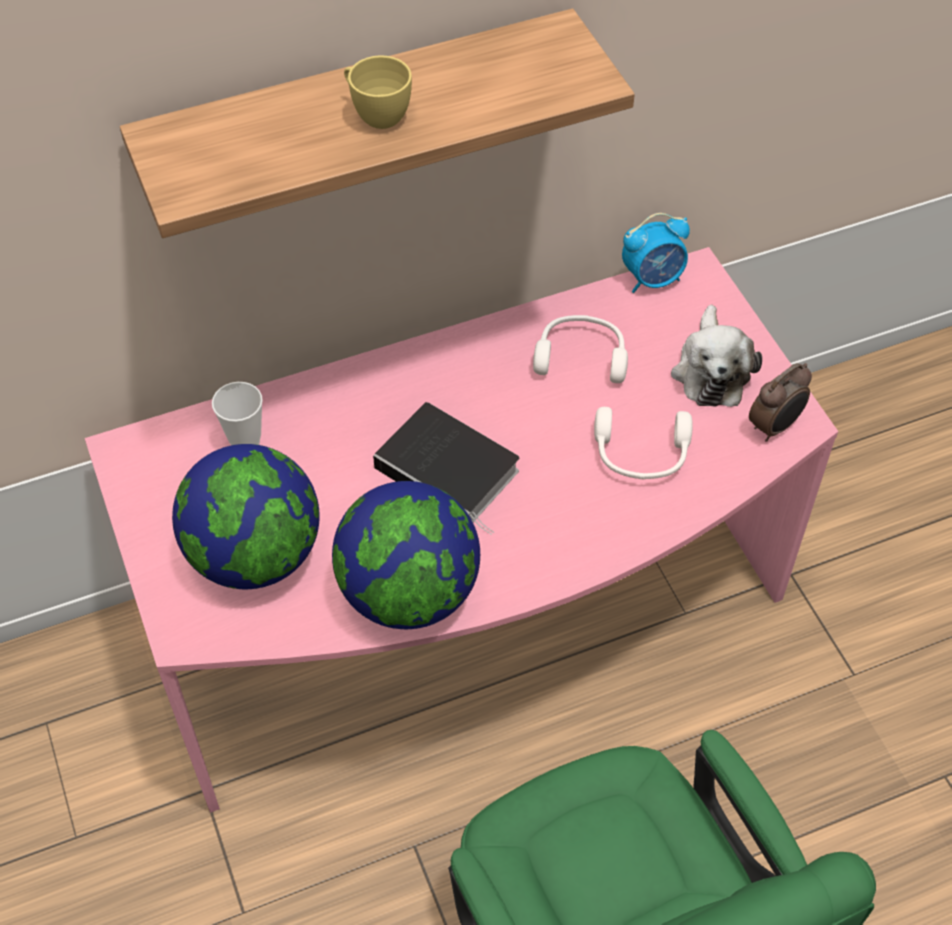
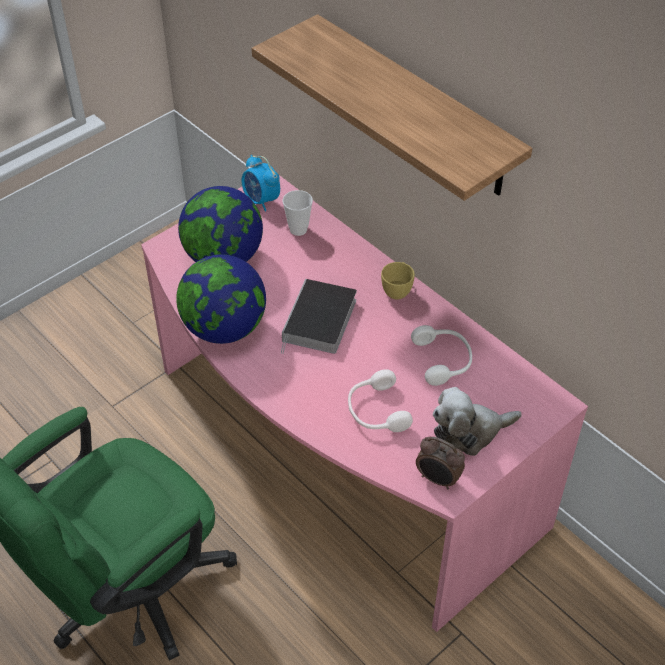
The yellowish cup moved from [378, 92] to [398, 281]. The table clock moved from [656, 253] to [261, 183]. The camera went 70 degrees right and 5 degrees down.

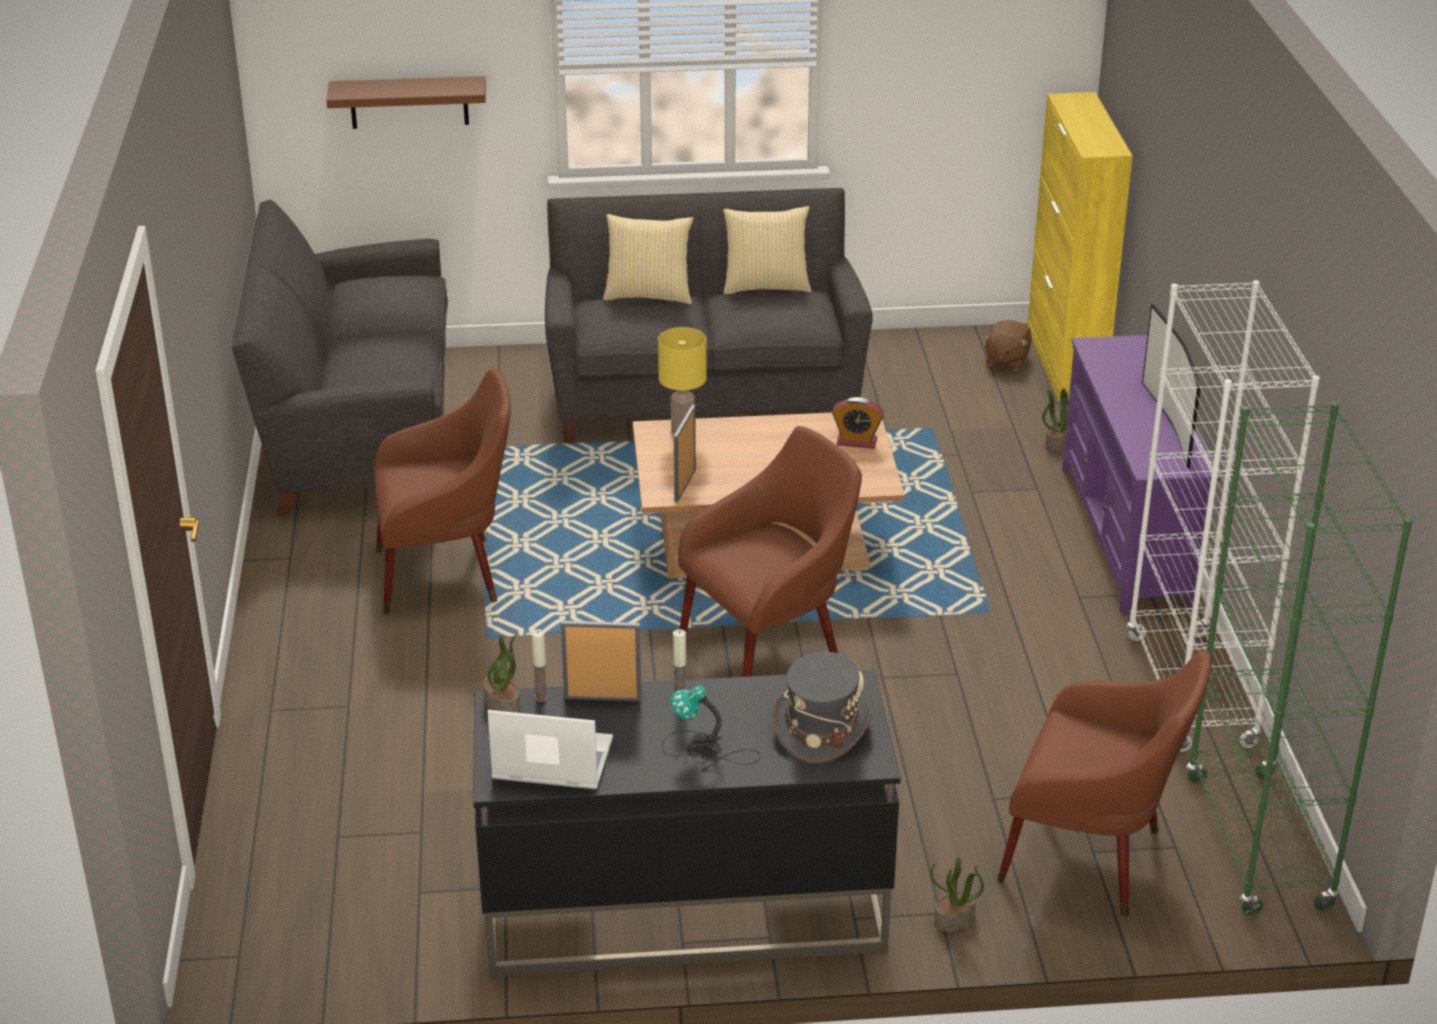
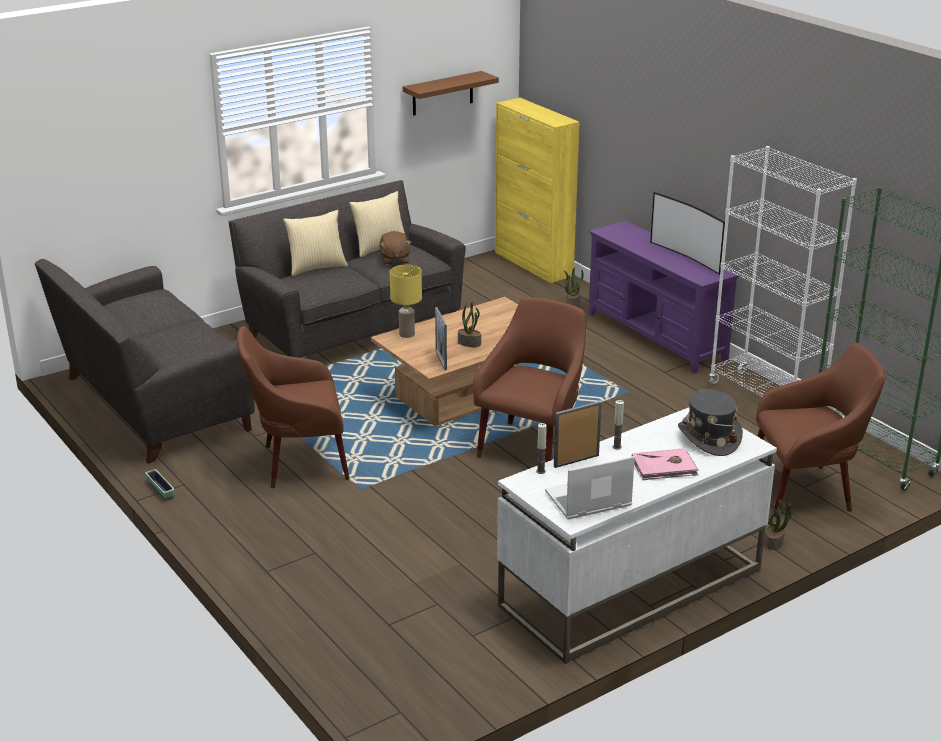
The brownish wall shelf moved from [406, 102] to [451, 93]. The brownish armchair at [442, 491] turned 150 degrees counterclockwise. The blackish desk unit at [687, 824] became the white desk unit at [637, 535]. The plant in a pot moved from [502, 672] to [469, 324]. The lamp for a table at [711, 729] was replaced by the pink volume at [665, 464]. The table clock at [858, 423] disappeared. The brownish cuddly toy moved from [1007, 345] to [396, 248]. The plant pot at [159, 485] appeared. The camera went 30 degrees left and 5 degrees down.

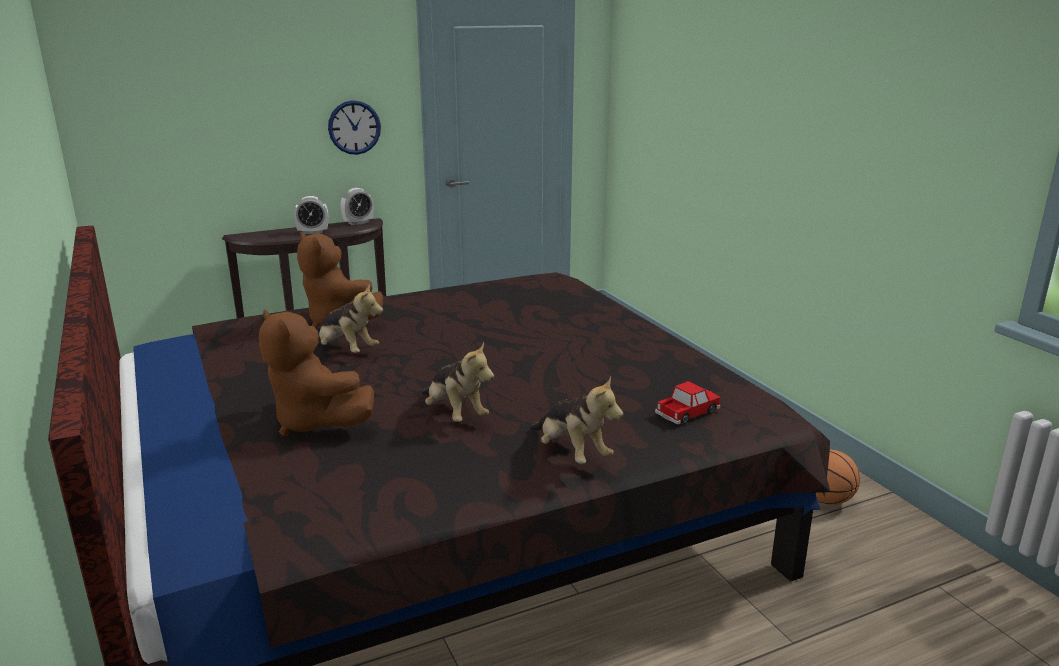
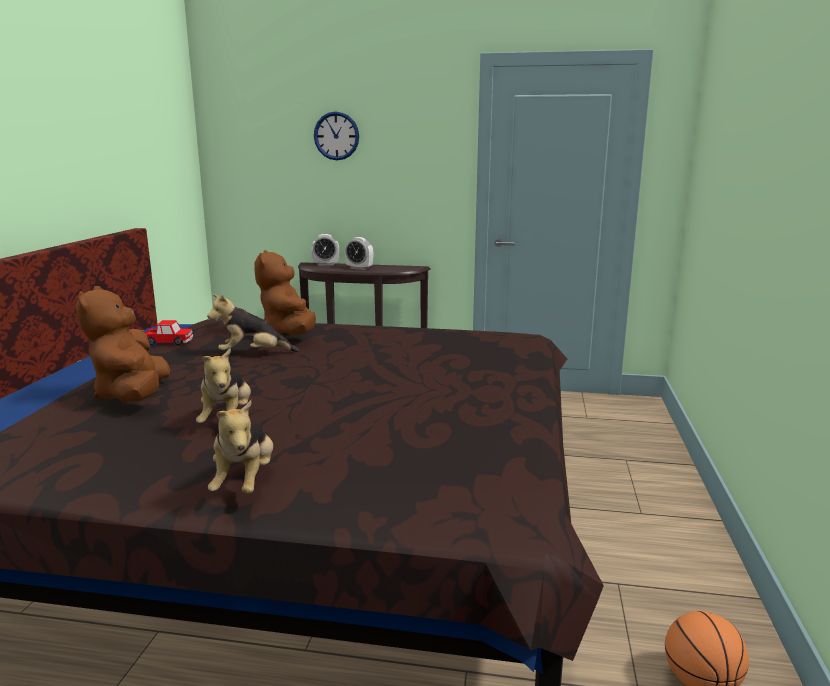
The cuddly toy at [350, 318] turned 105 degrees clockwise. The hanging clock moved from [354, 127] to [336, 135]. The table clock moved from [357, 206] to [325, 249]. The toy car moved from [688, 403] to [169, 332]. The camera went 35 degrees right and 5 degrees down.

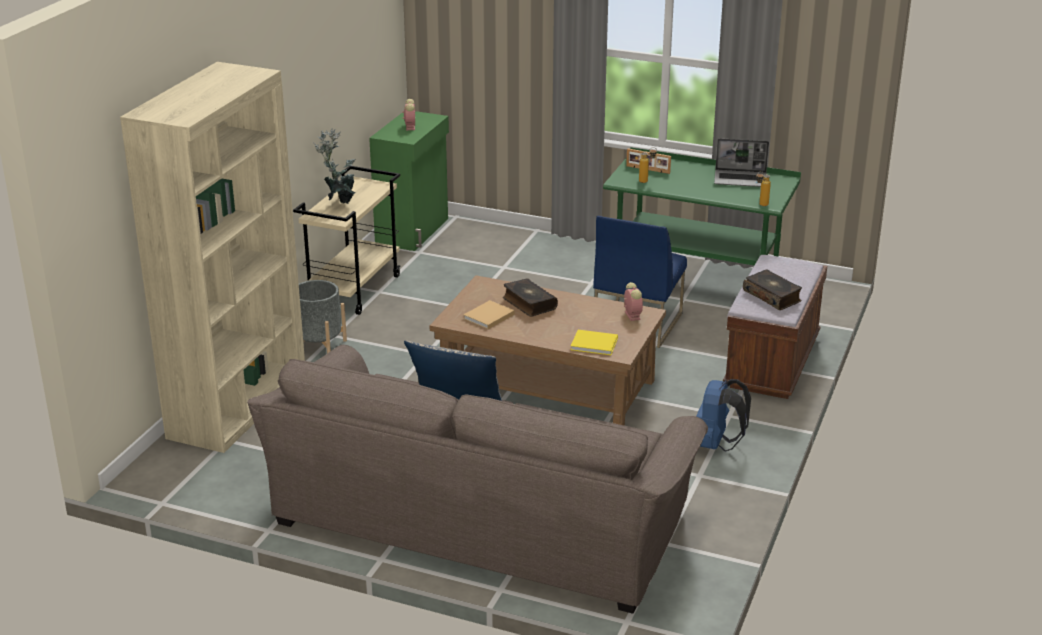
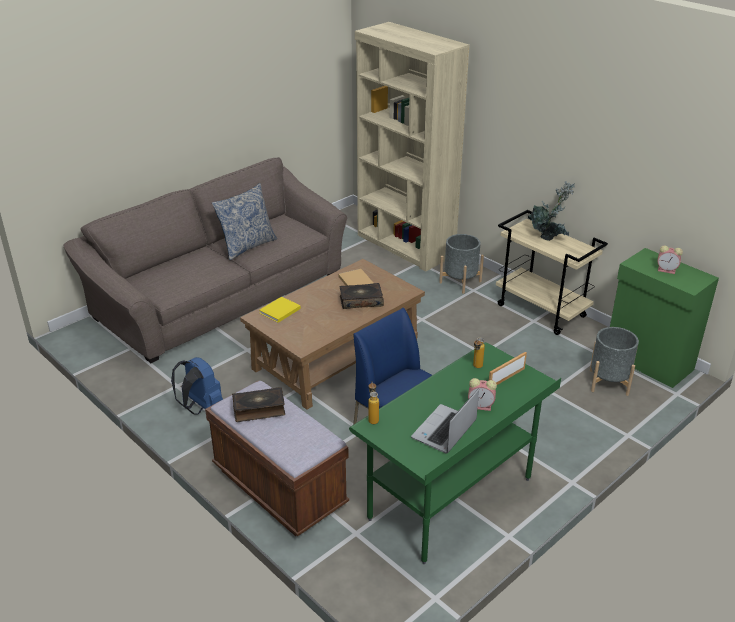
The table clock moved from [633, 301] to [482, 394]. The greyish plant pot at [614, 361] appeared. The camera went 115 degrees right and 5 degrees up.

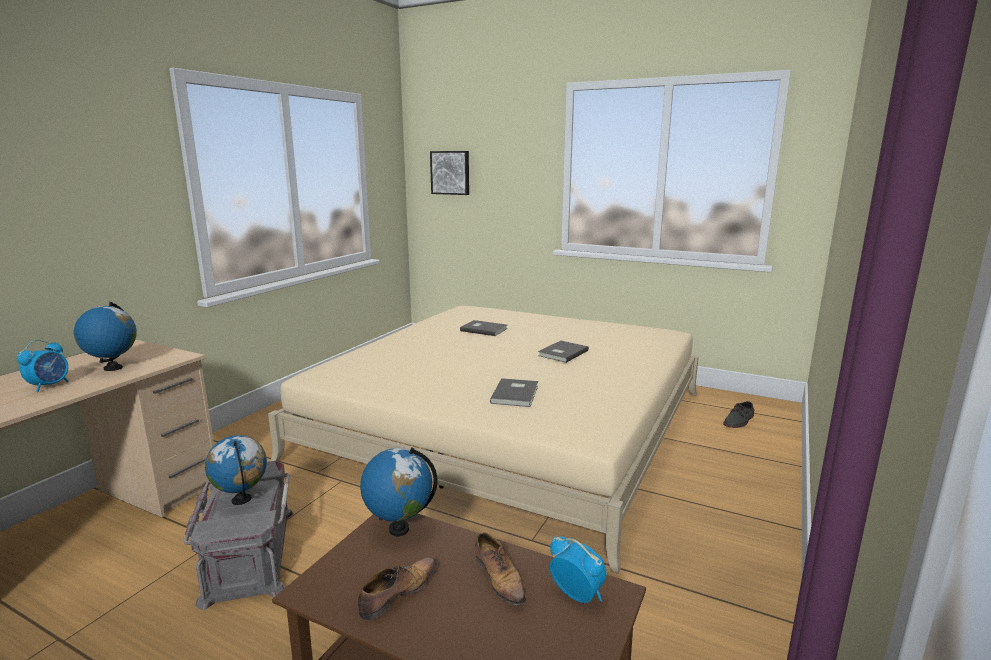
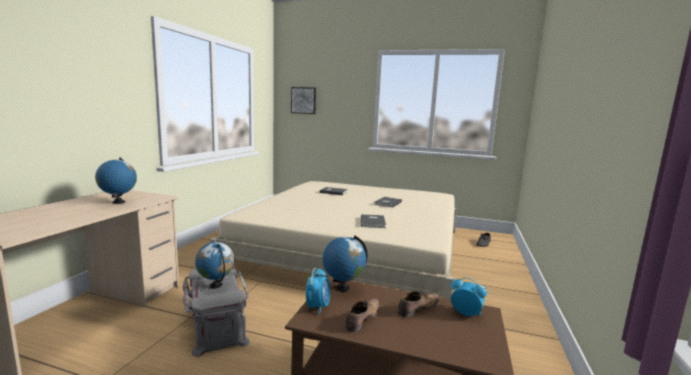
The table clock moved from [43, 366] to [318, 291]. The low shoe at [500, 568] turned 90 degrees counterclockwise. The camera went 10 degrees left and 5 degrees down.

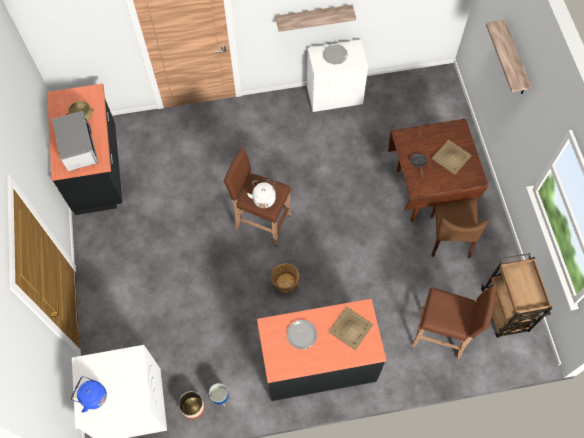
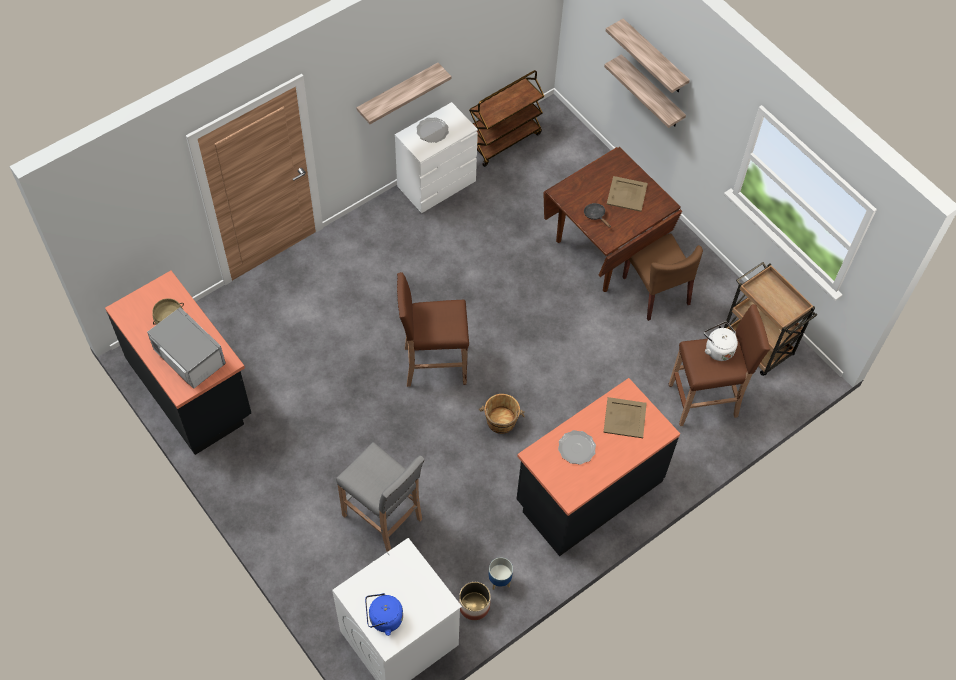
The white kettle moved from [261, 194] to [721, 341]. The greyish sitting stool at [380, 497] appeared. The brownish trolley at [506, 118] appeared. The wall shelf at [645, 91] appeared. The camera went 30 degrees left and 5 degrees down.

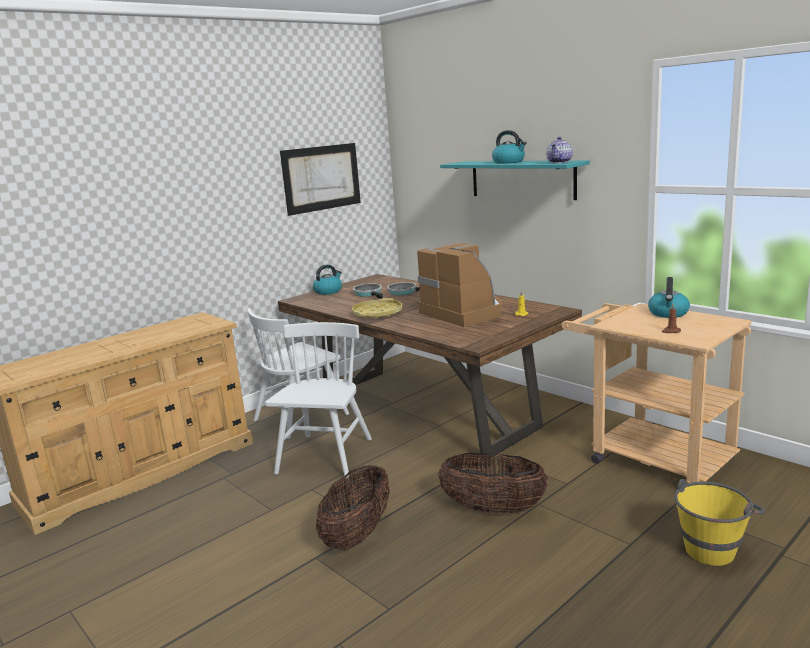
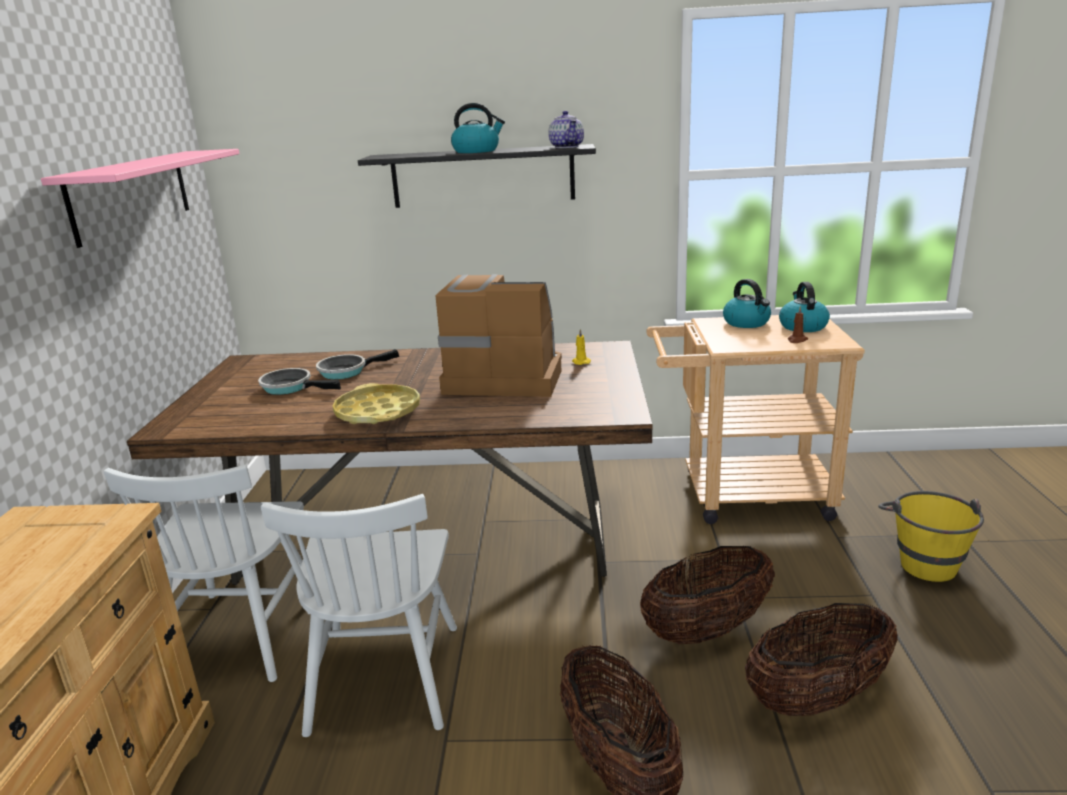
The white upright chair at [318, 400] turned 150 degrees counterclockwise. The picture at [320, 179] was replaced by the pink wall shelf at [140, 198]. The kettle moved from [327, 279] to [804, 307]. The turquoise-coloured wall shelf at [515, 180] became the blackish wall shelf at [477, 176]. The basket at [821, 659] appeared. The camera went 45 degrees left and 5 degrees up.

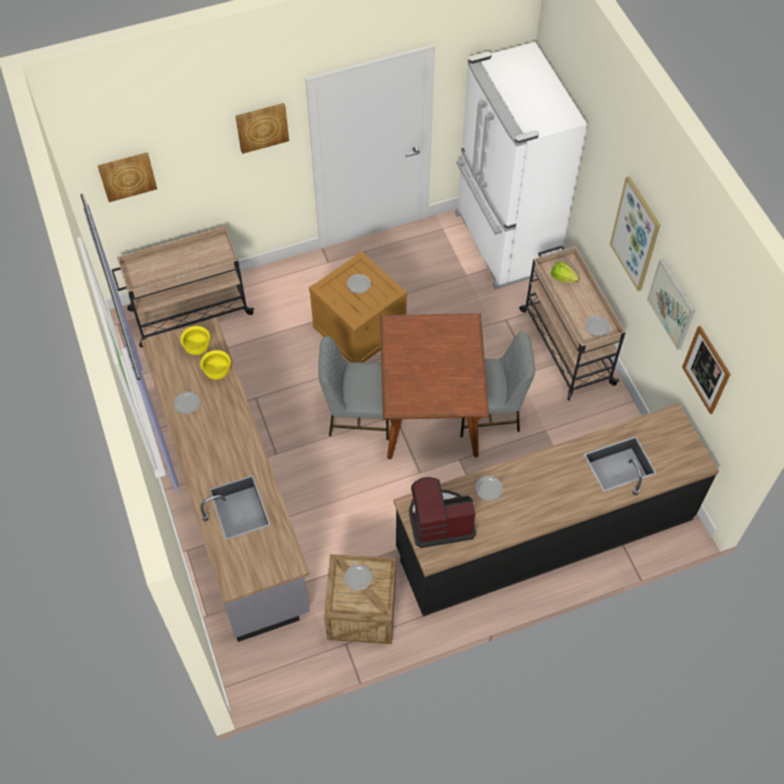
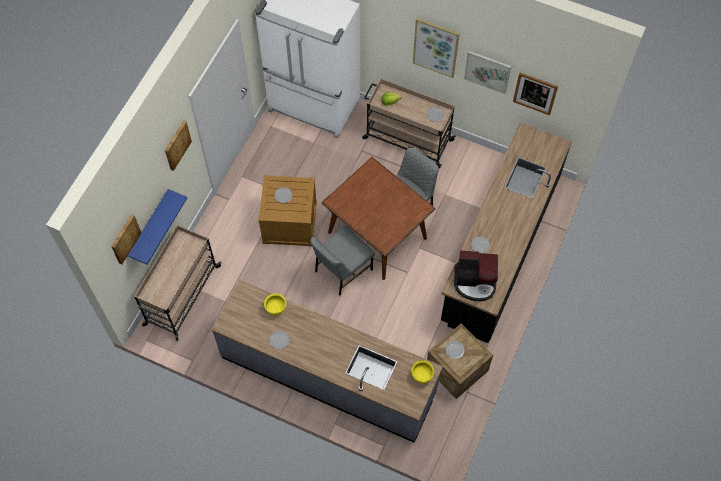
The yellowish bowl moved from [195, 340] to [422, 372]. The coffee brewer at [442, 512] turned 120 degrees counterclockwise. The bluish wall shelf at [157, 226] appeared. The camera went 45 degrees left and 5 degrees up.

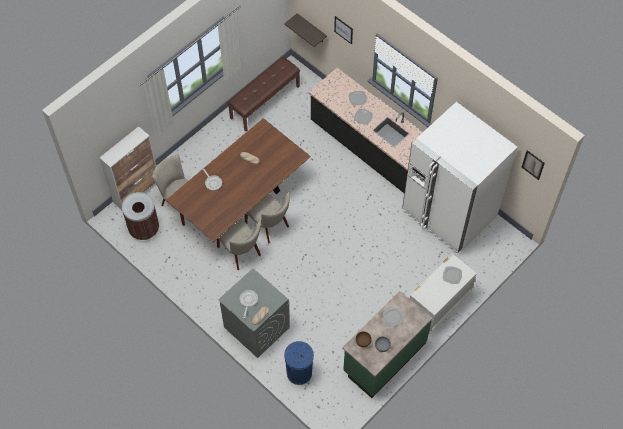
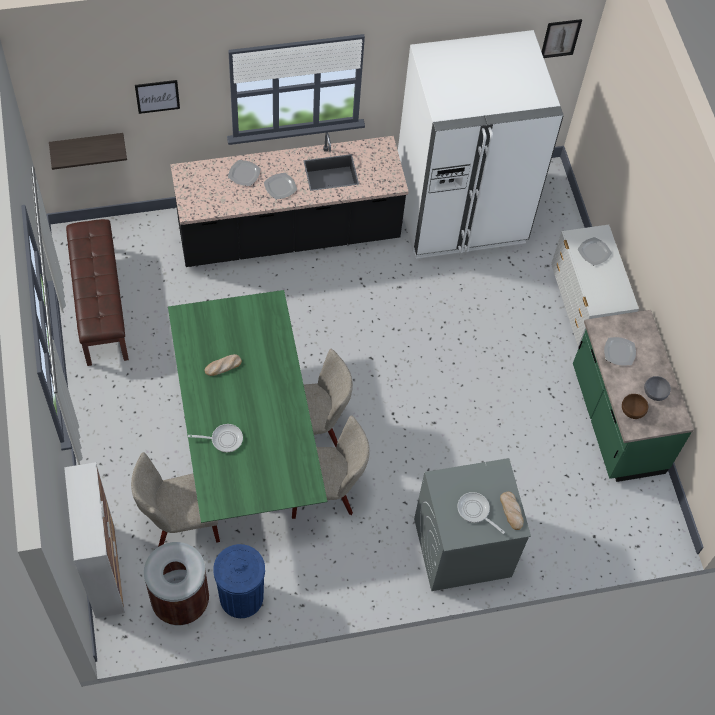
The brownish dinner table at [238, 180] became the green dinner table at [247, 406]. The bluish waste bin moved from [299, 363] to [239, 581]. The camera went 60 degrees left and 0 degrees up.

